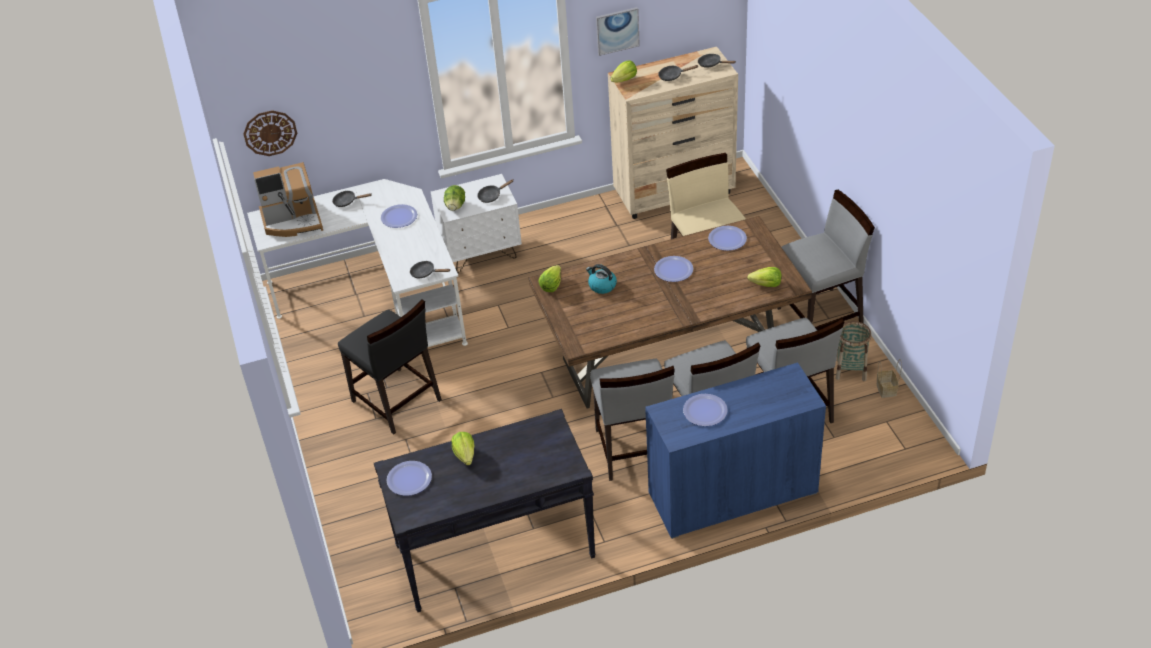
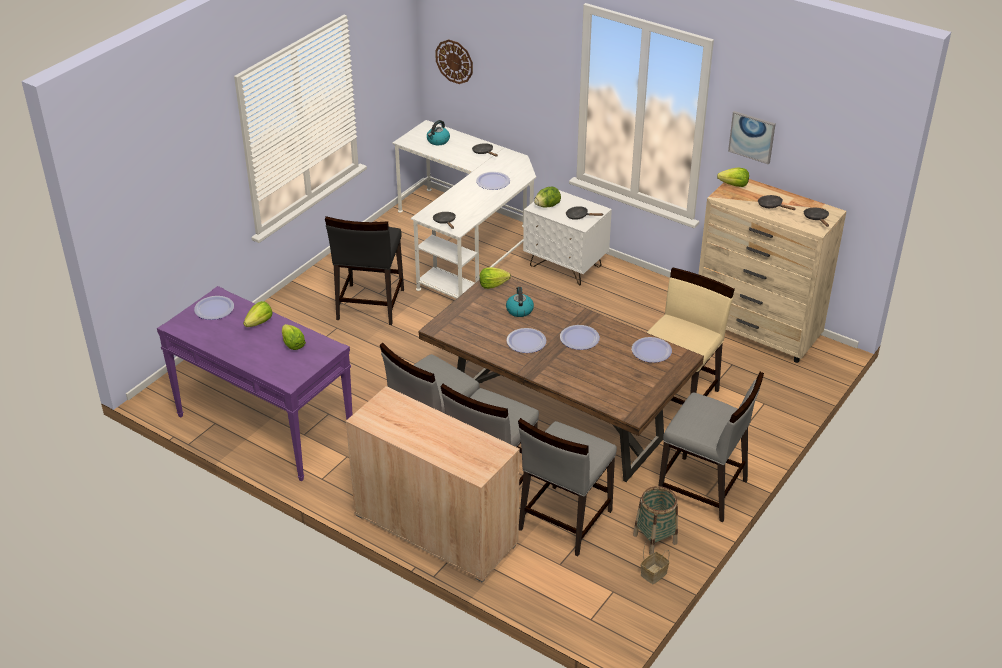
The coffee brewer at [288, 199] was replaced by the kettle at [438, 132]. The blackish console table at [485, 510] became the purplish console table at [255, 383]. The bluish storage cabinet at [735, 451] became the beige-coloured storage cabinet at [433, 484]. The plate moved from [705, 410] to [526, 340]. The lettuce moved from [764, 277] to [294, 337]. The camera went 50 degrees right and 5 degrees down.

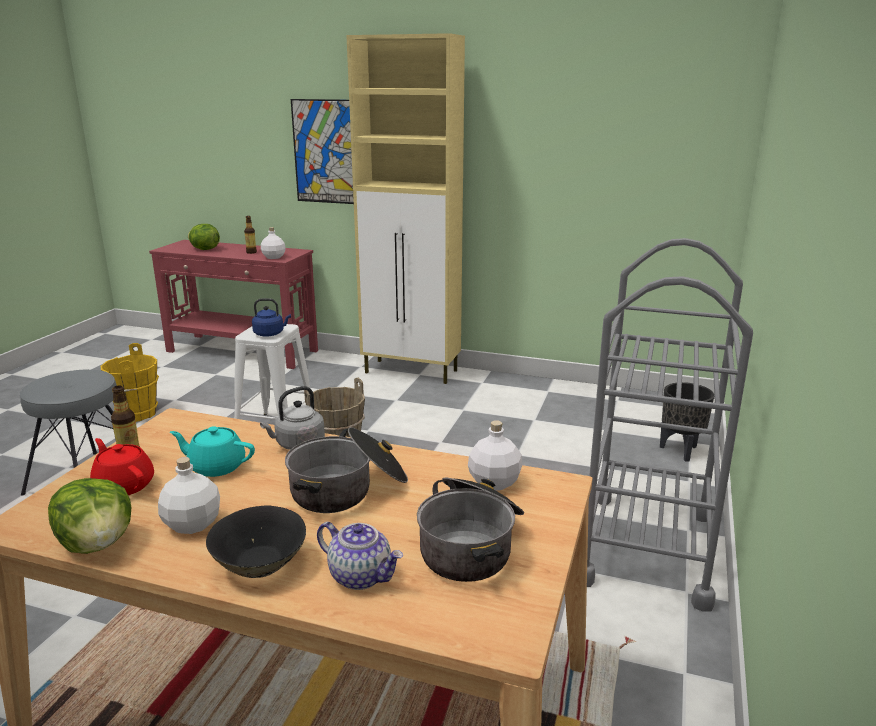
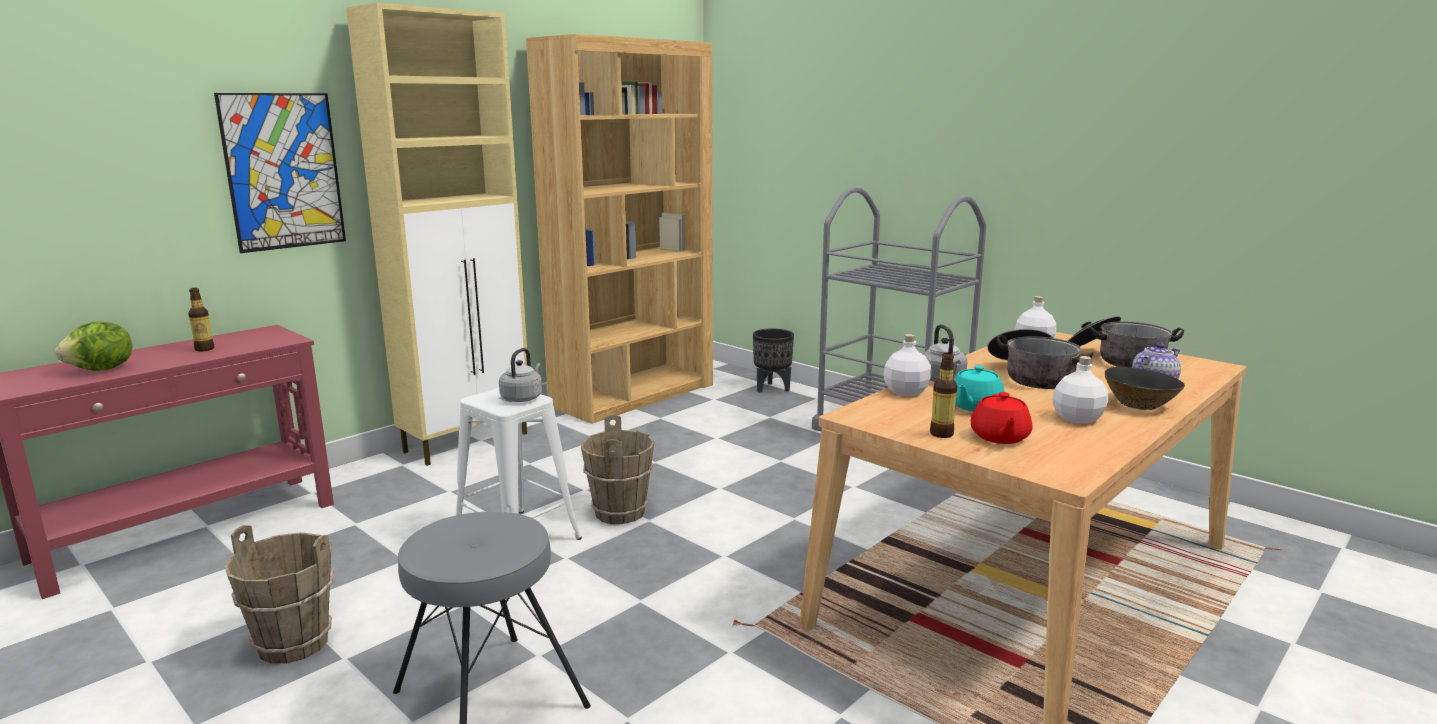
The lettuce at [90, 516] disappeared. The reddish pot for tea at [122, 466] turned 60 degrees counterclockwise. The yellowish pail at [129, 382] became the brownish pail at [279, 594]. The bluish kettle at [271, 317] became the greyish kettle at [520, 375]. The white beverage bottle moved from [273, 243] to [907, 365]. The brownish shelving unit at [619, 229] appeared. The camera went 65 degrees left and 5 degrees down.

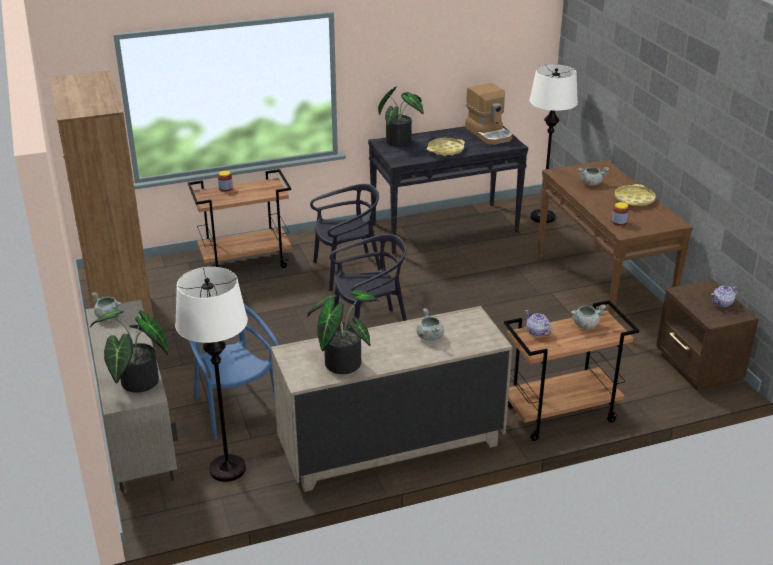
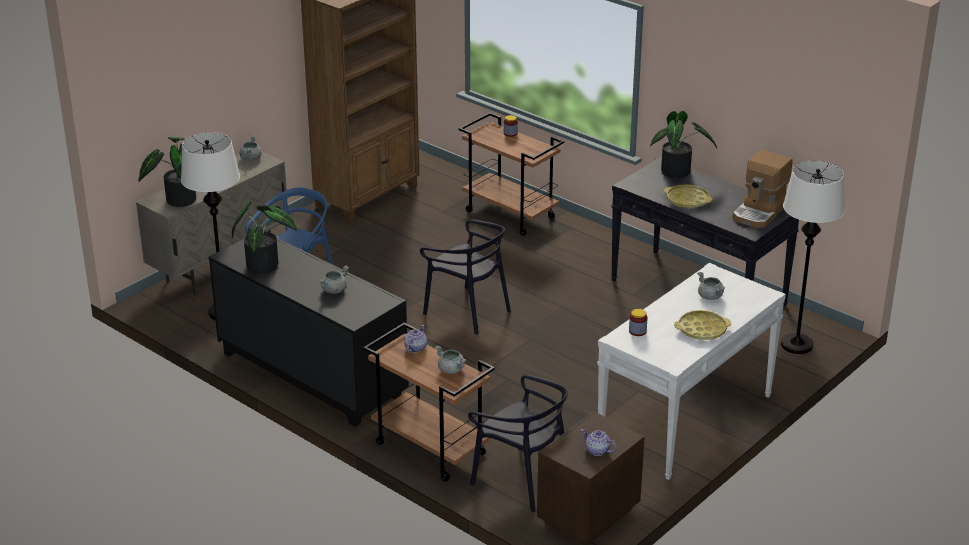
The beige-coloured dresser at [392, 399] became the blackish dresser at [309, 332]. The blackish upright chair moved from [345, 237] to [518, 443]. The brownish console table at [615, 238] became the white console table at [691, 371]. The camera went 60 degrees right and 0 degrees up.

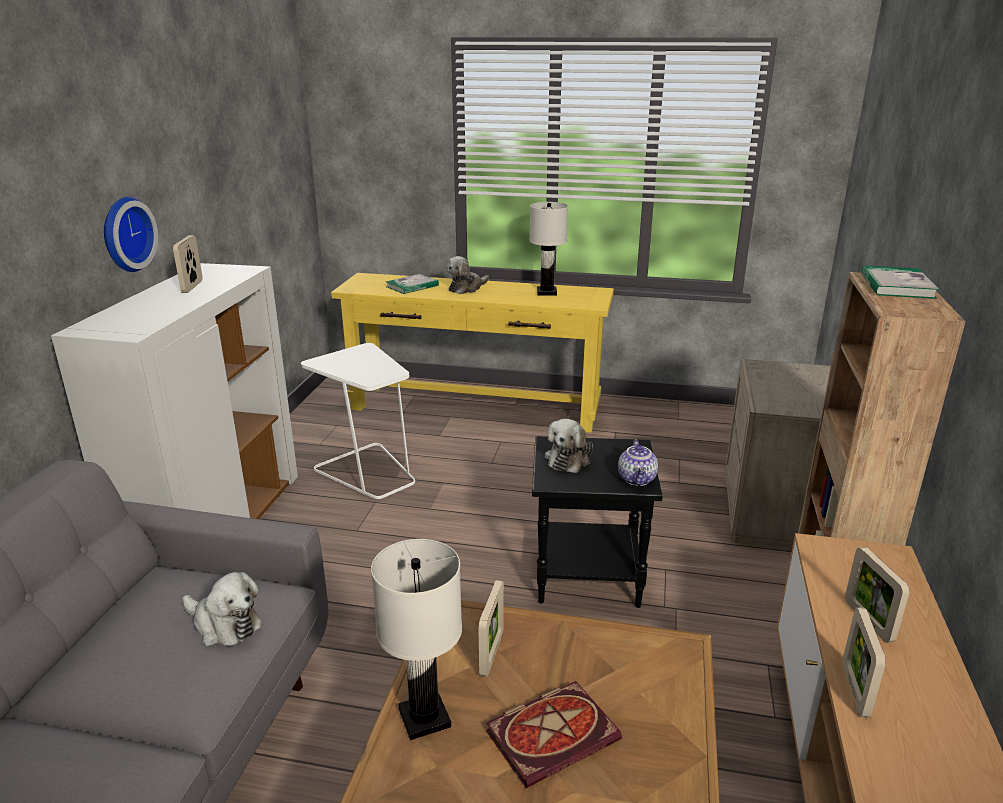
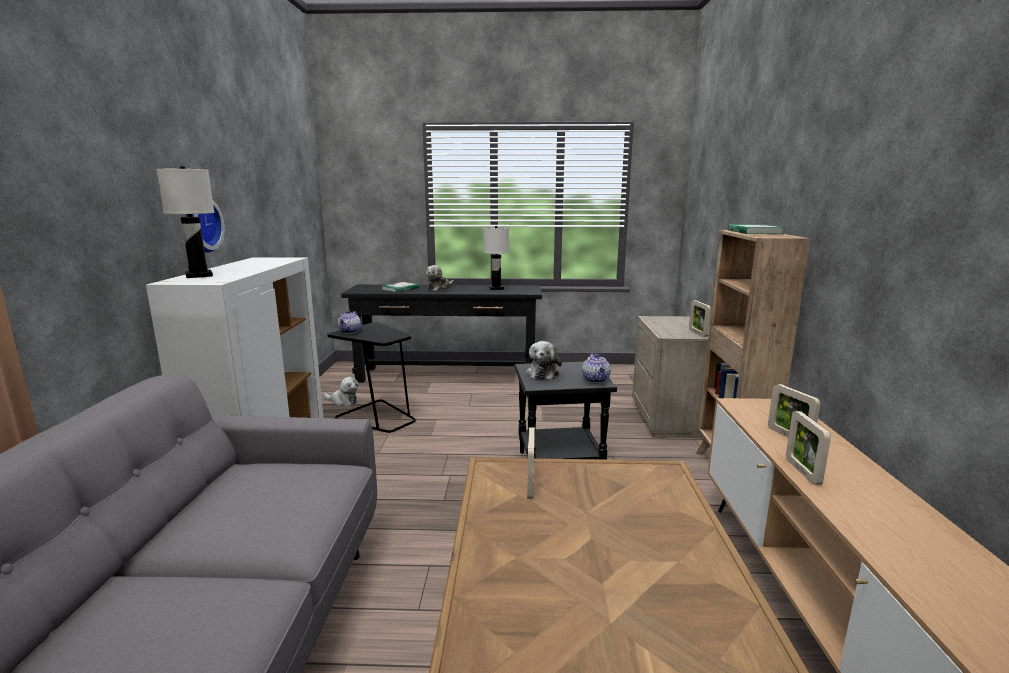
The photo frame moved from [188, 264] to [700, 318]. The cuddly toy moved from [222, 609] to [341, 391]. The white accent table at [358, 421] became the blackish accent table at [371, 377]. The yellowish console table at [472, 353] became the blackish console table at [441, 333]. The white lamp for a table moved from [416, 639] to [185, 222]. The volume at [554, 734] disappeared. The pot for tea at [349, 322] appeared. The camera went 10 degrees left and 10 degrees down.

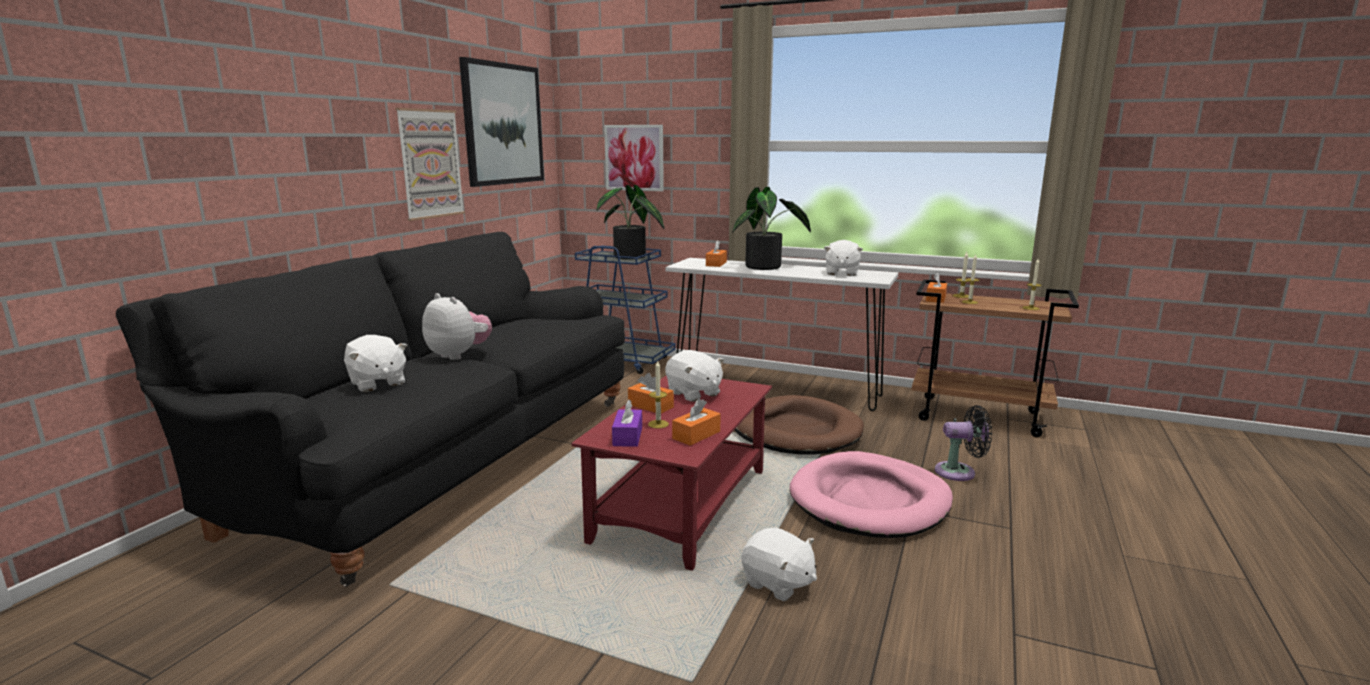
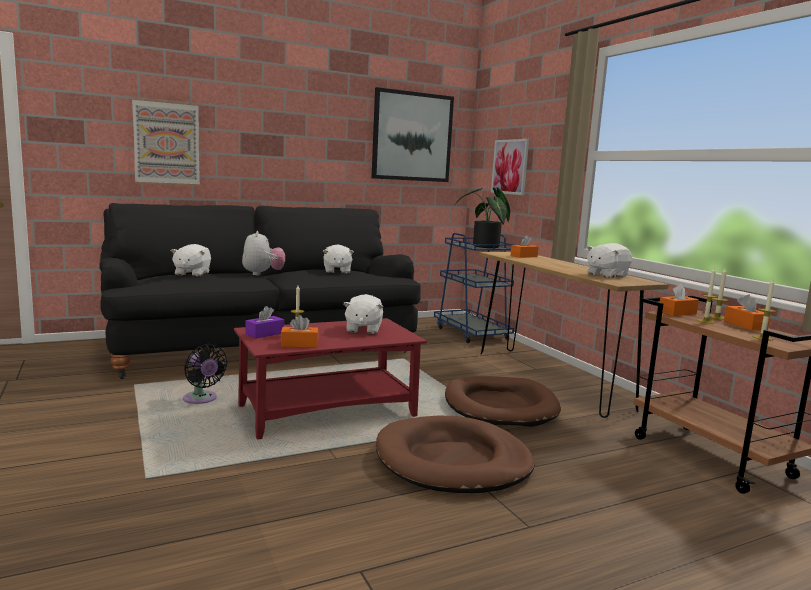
The picture moved from [430, 164] to [166, 142]. The orange tissue box moved from [651, 393] to [747, 312]. The white console table at [781, 334] became the brownish console table at [574, 335]. The plant in a pot at [771, 228] disappeared. The white cuddly toy moved from [779, 564] to [338, 259]. The pink dog cushion at [871, 494] became the brownish dog cushion at [455, 454]. The blackish cooling fan moved from [963, 443] to [205, 374]. The camera went 40 degrees right and 5 degrees down.

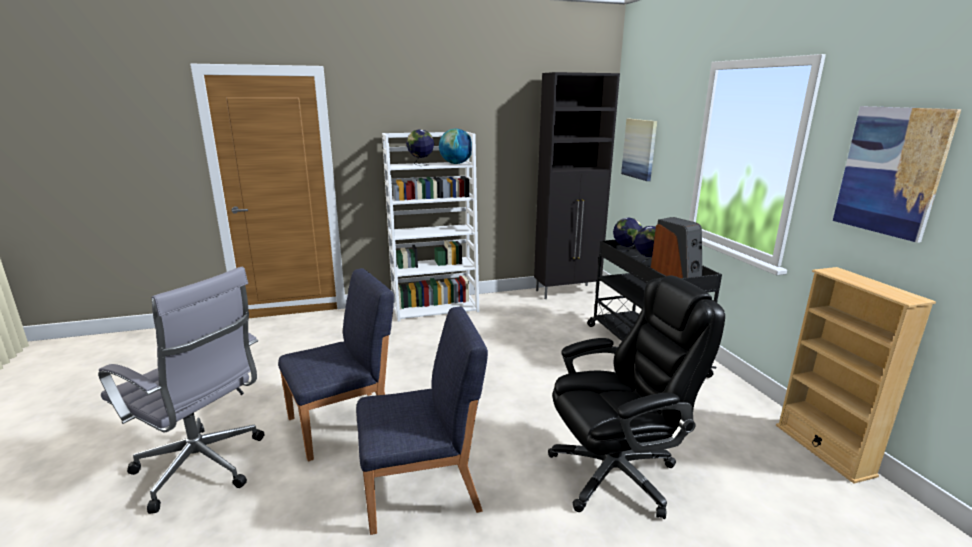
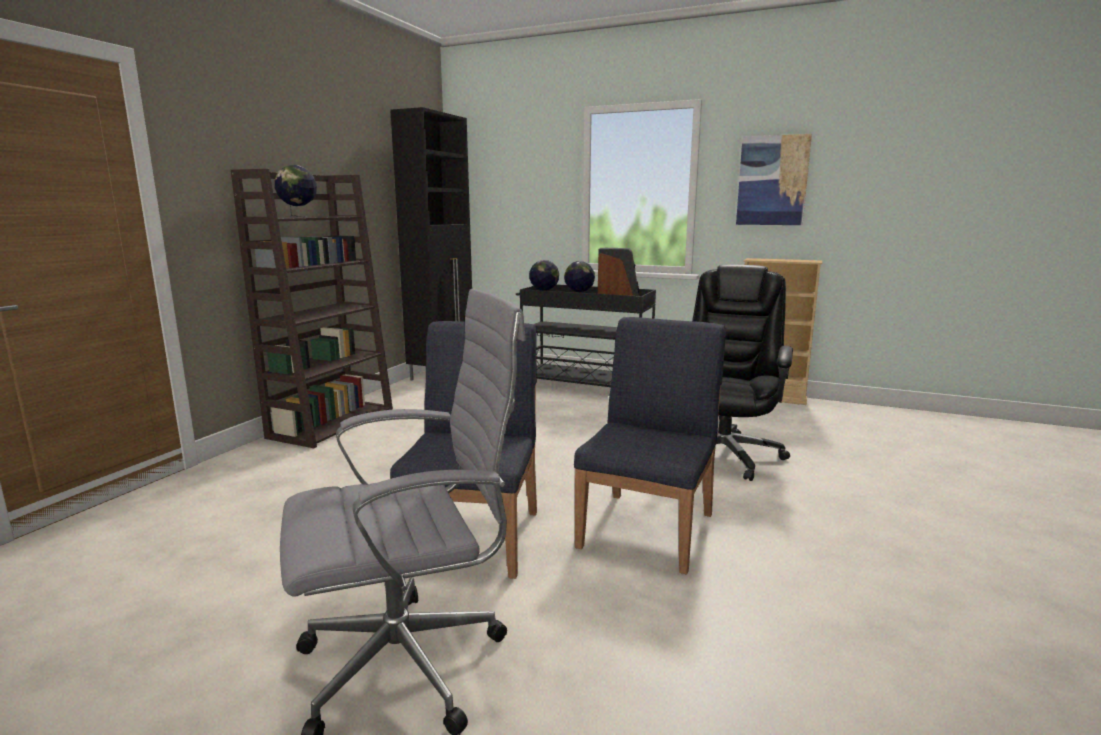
The white shelving unit at [430, 226] became the brownish shelving unit at [312, 308]. The globe at [455, 146] disappeared. The picture at [639, 150] disappeared. The camera went 50 degrees left and 5 degrees down.

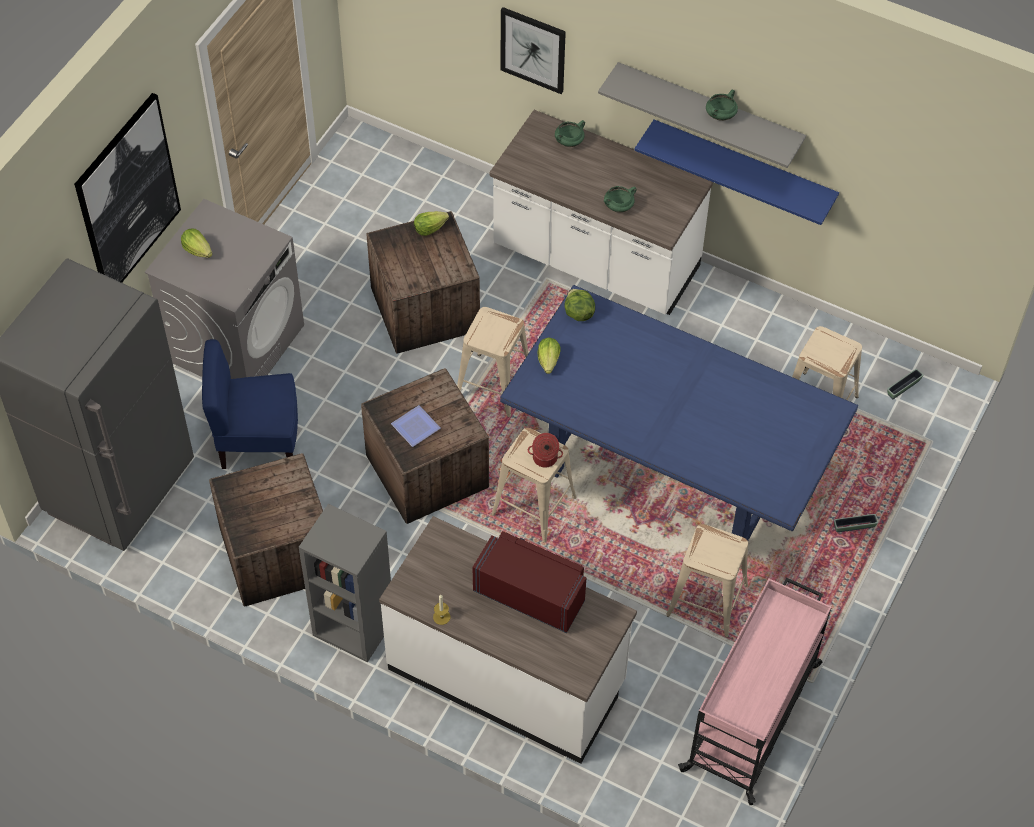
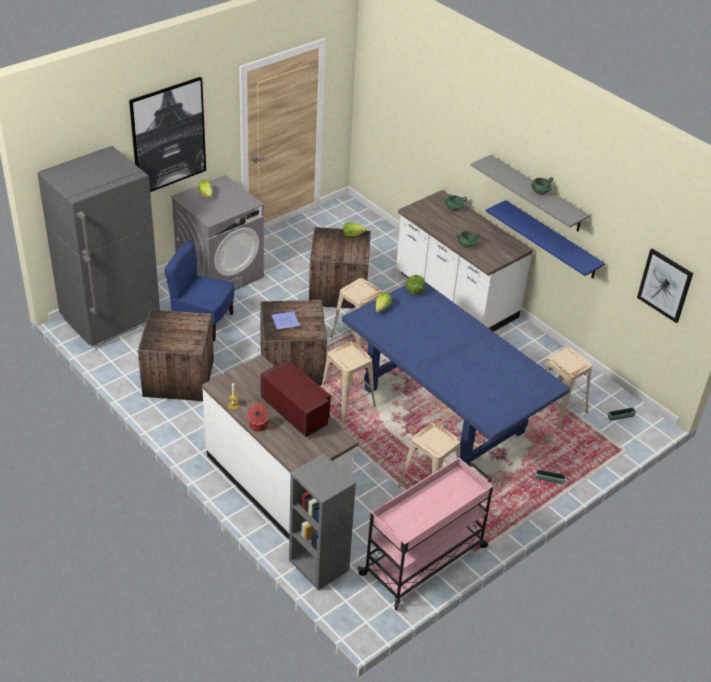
The greyish shelving unit moved from [345, 583] to [322, 521]. The picture moved from [533, 50] to [665, 285]. The cooking pot moved from [545, 450] to [258, 417]. The camera went 20 degrees right and 15 degrees down.

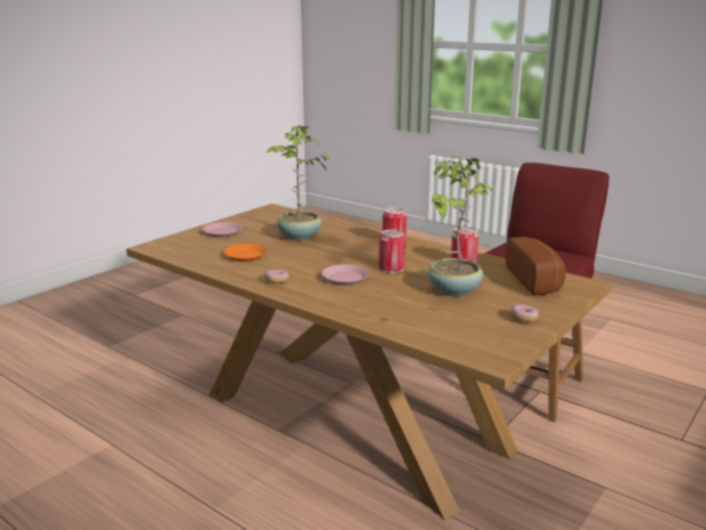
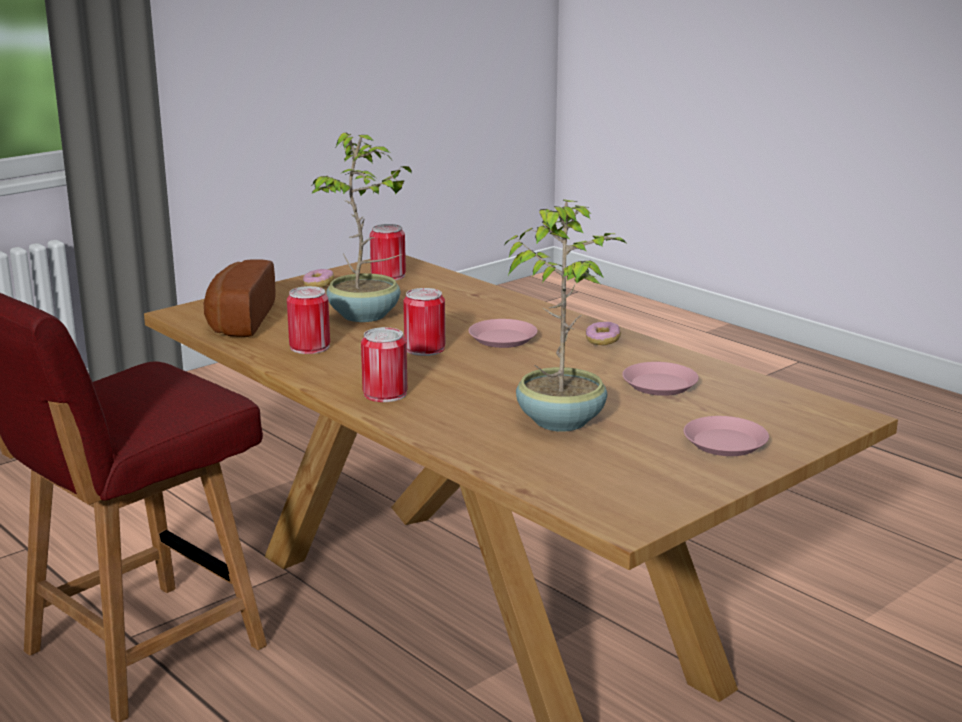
The orange plate at [245, 253] became the pink plate at [660, 379]. The metal can at [388, 252] appeared. The camera went 170 degrees left and 0 degrees up.

